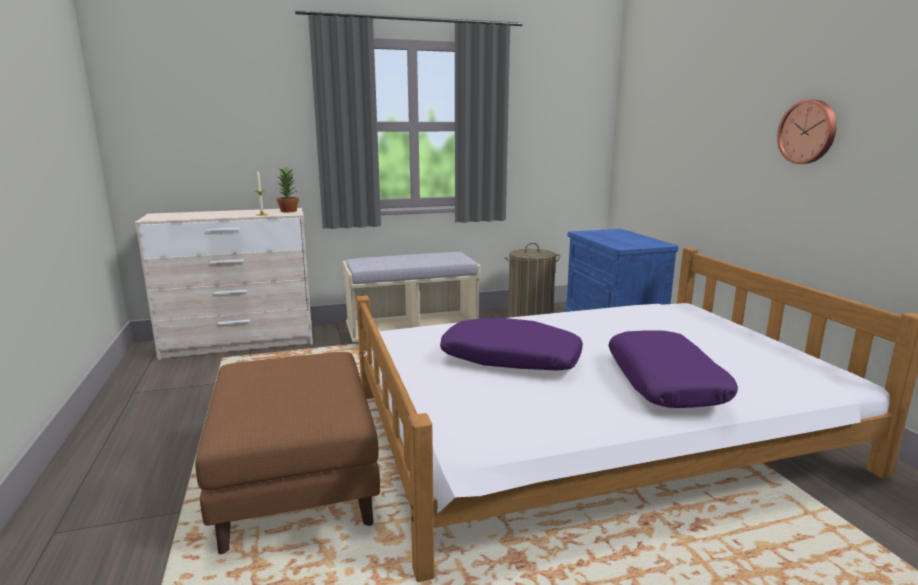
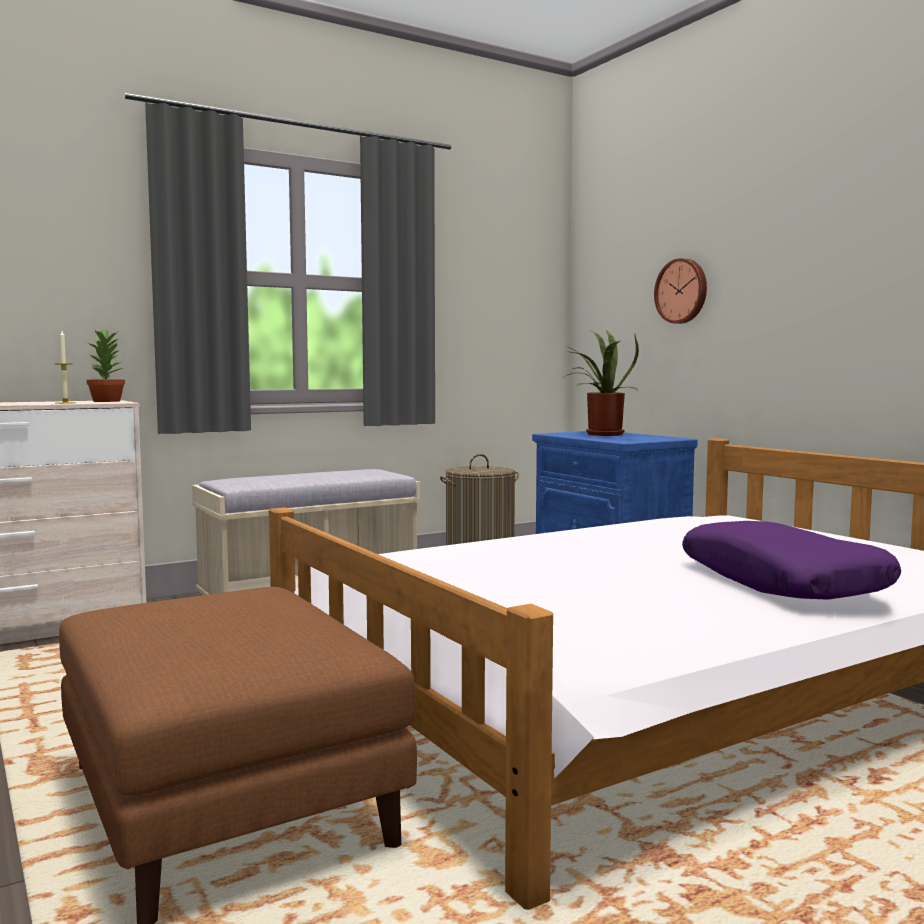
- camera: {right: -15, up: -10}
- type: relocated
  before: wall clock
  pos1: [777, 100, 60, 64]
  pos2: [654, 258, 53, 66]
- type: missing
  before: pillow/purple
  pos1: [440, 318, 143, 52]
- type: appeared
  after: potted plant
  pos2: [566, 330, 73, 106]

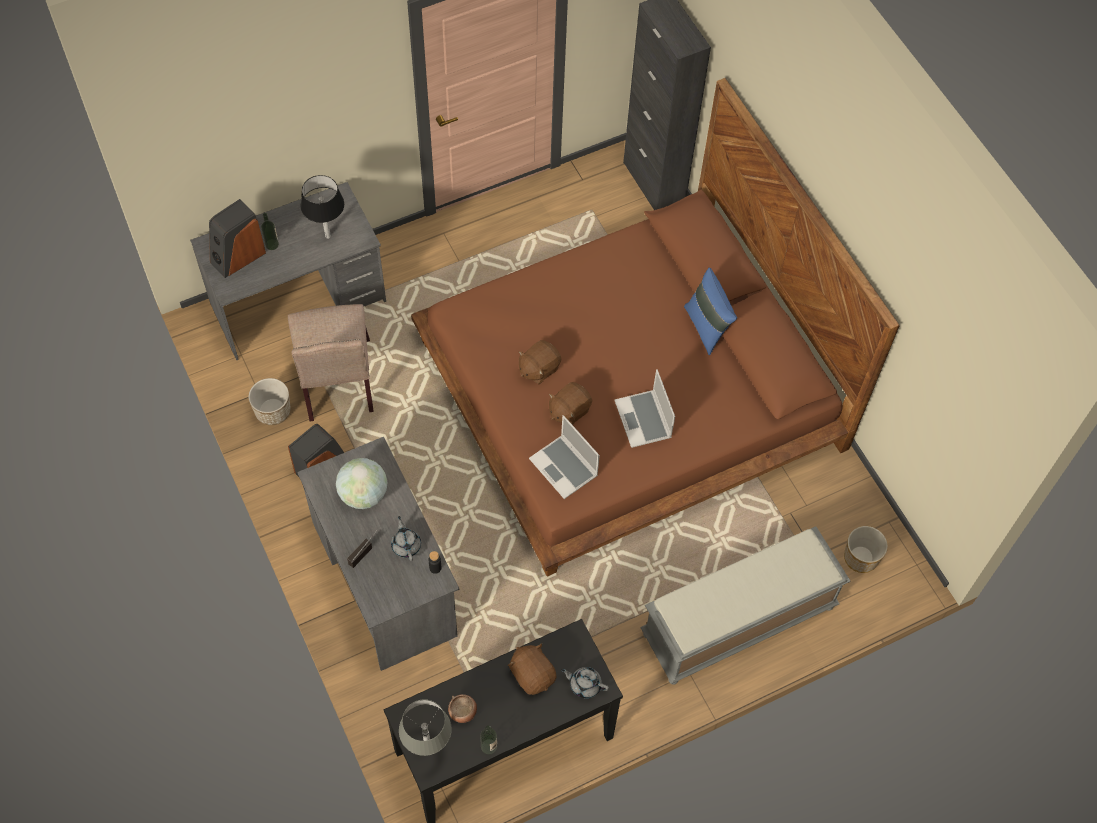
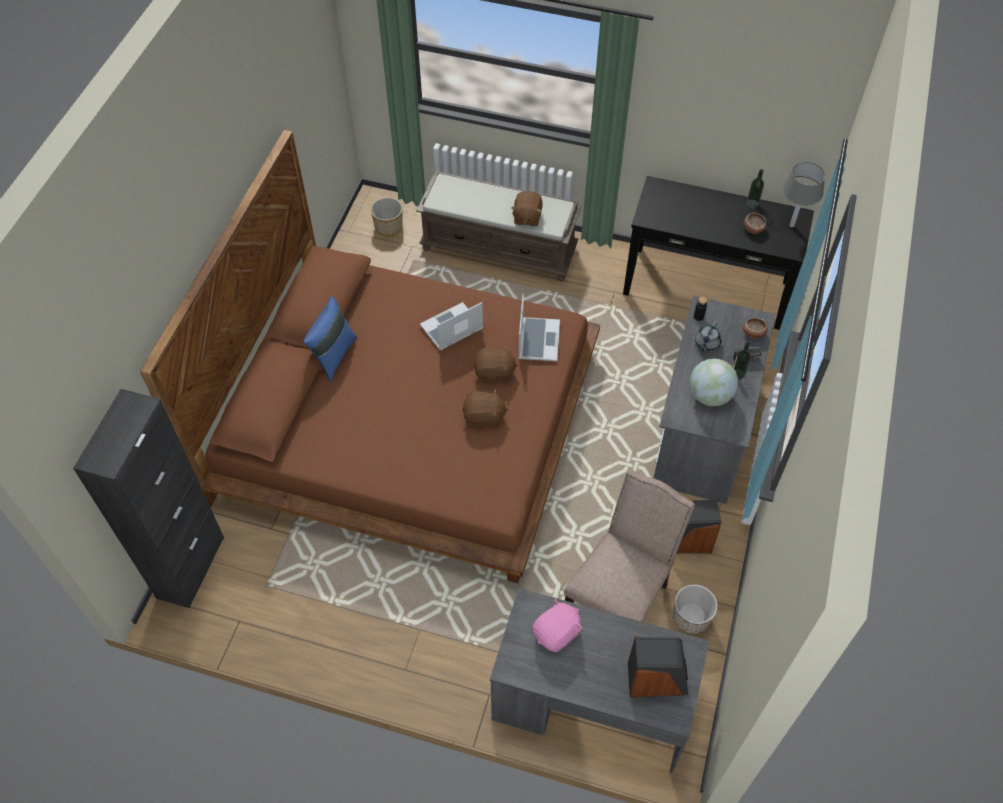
- camera: {right: -135, up: -5}
- type: exchanged
  before: table lamp/black
  after: plush toy/pink
  pos1: [300, 175, 44, 64]
  pos2: [532, 598, 50, 54]
- type: relocated
  before: bottle
  pos1: [261, 213, 18, 37]
  pos2: [733, 342, 18, 38]
- type: spun
  before: laptop
  pos1: [614, 369, 61, 79]
  pos2: [420, 302, 63, 48]
  turn: -150
- type: colour
  before: bench/grey
  after: bench/brown
  pos1: [640, 526, 211, 159]
  pos2: [416, 171, 165, 110]
- type: relocated
  before: plush toy/brown
  pos1: [508, 643, 49, 52]
  pos2: [511, 191, 32, 36]
- type: missing
  before: teapot/grey
  pos1: [561, 667, 48, 31]
- type: appeared
  after: bowl
  pos2: [743, 318, 24, 21]

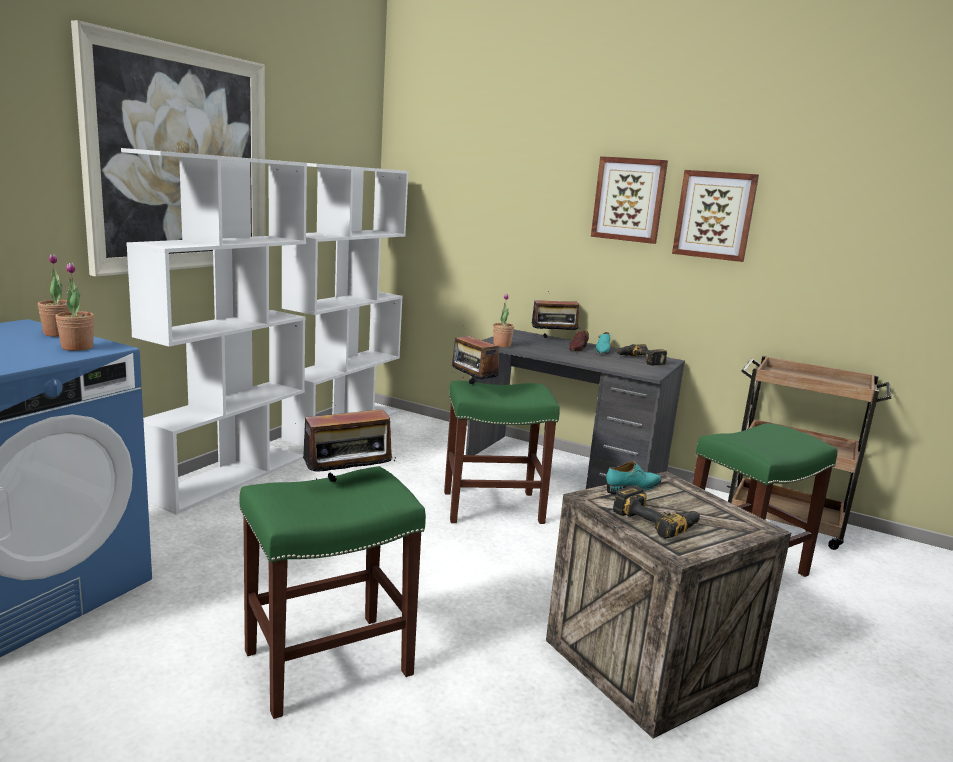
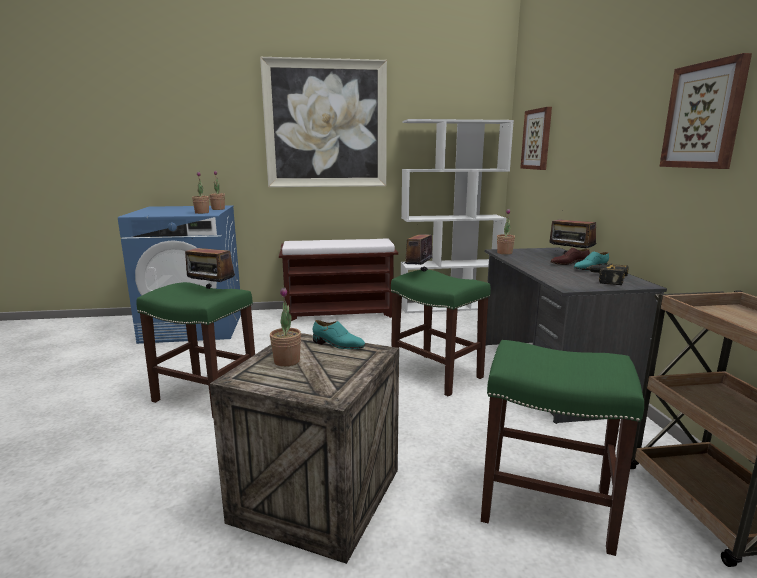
- camera: {right: 55, up: 0}
- type: exchanged
  before: bookcase/white
  after: bench/brown
  pos1: [121, 148, 186, 367]
  pos2: [279, 238, 119, 83]
- type: relocated
  before: picture
  pos1: [591, 156, 77, 88]
  pos2: [520, 107, 32, 63]
- type: exchanged
  before: power drill
  after: potted plant
  pos1: [613, 485, 87, 54]
  pos2: [270, 287, 31, 80]

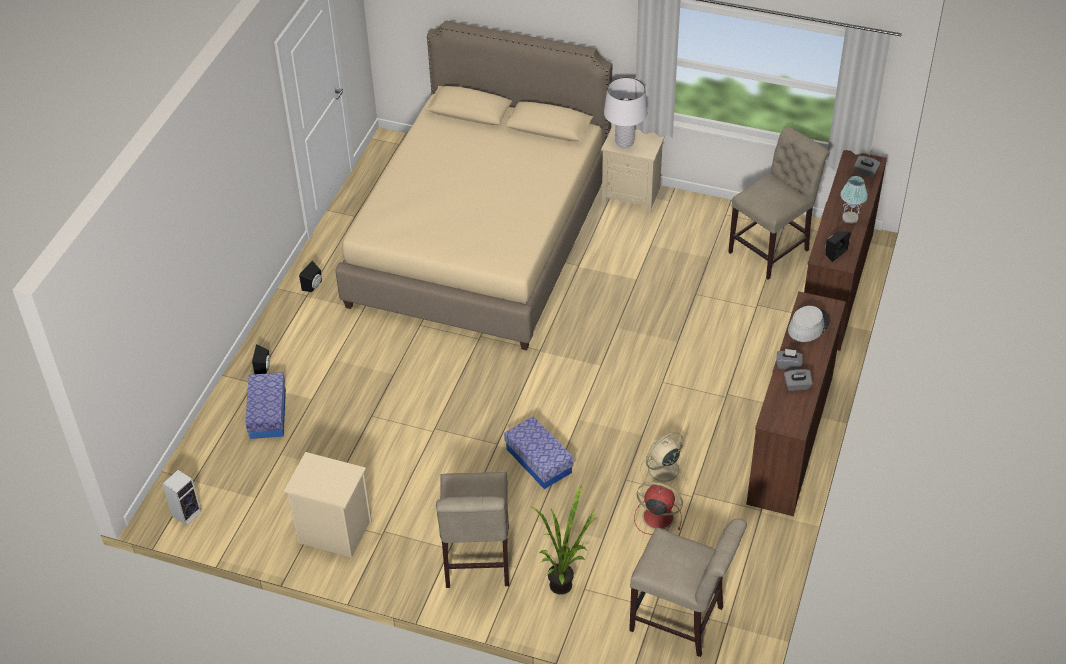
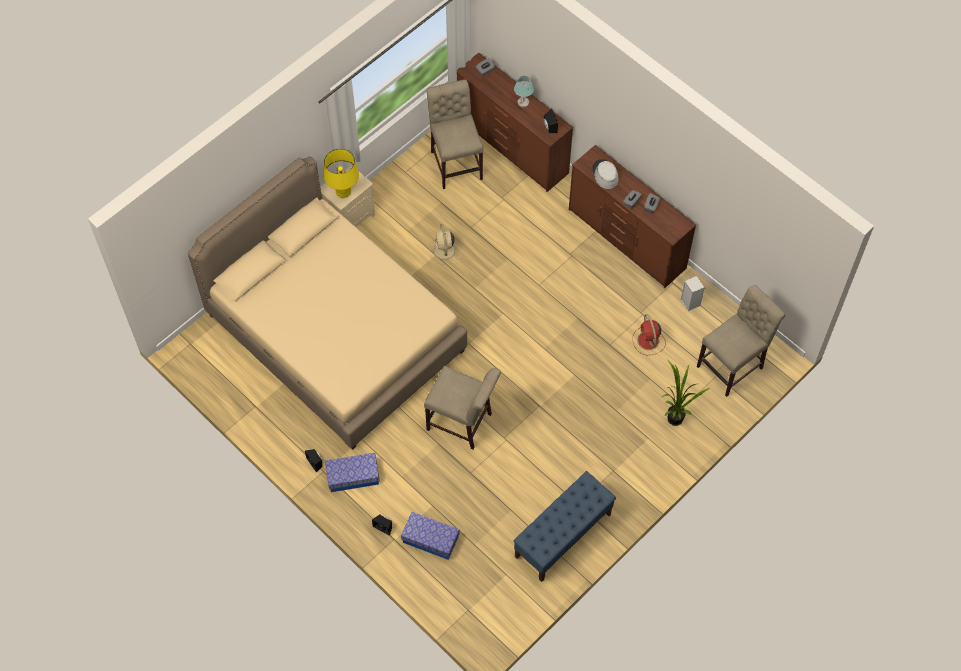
- camera: {right: -65, up: 15}
- type: colour
  before: table lamp/white
  after: table lamp/yellow
  pos1: [604, 77, 43, 71]
  pos2: [324, 149, 35, 49]
- type: relocated
  before: storage box
  pos1: [504, 416, 70, 73]
  pos2: [325, 453, 55, 39]
- type: relocated
  before: fan/beige
  pos1: [640, 432, 48, 55]
  pos2: [429, 224, 32, 40]
- type: exchanged
  before: nightstand/beige
  after: bench/blue
  pos1: [284, 452, 88, 106]
  pos2: [513, 471, 103, 111]
- type: relocated
  before: speaker
  pos1: [162, 470, 40, 56]
  pos2: [681, 276, 24, 35]
- type: relocated
  before: chair/beige
  pos1: [436, 472, 73, 116]
  pos2: [424, 365, 77, 85]
- type: spun
  before: fan/red
  pos1: [634, 482, 49, 53]
  pos2: [633, 314, 32, 41]
  turn: -60

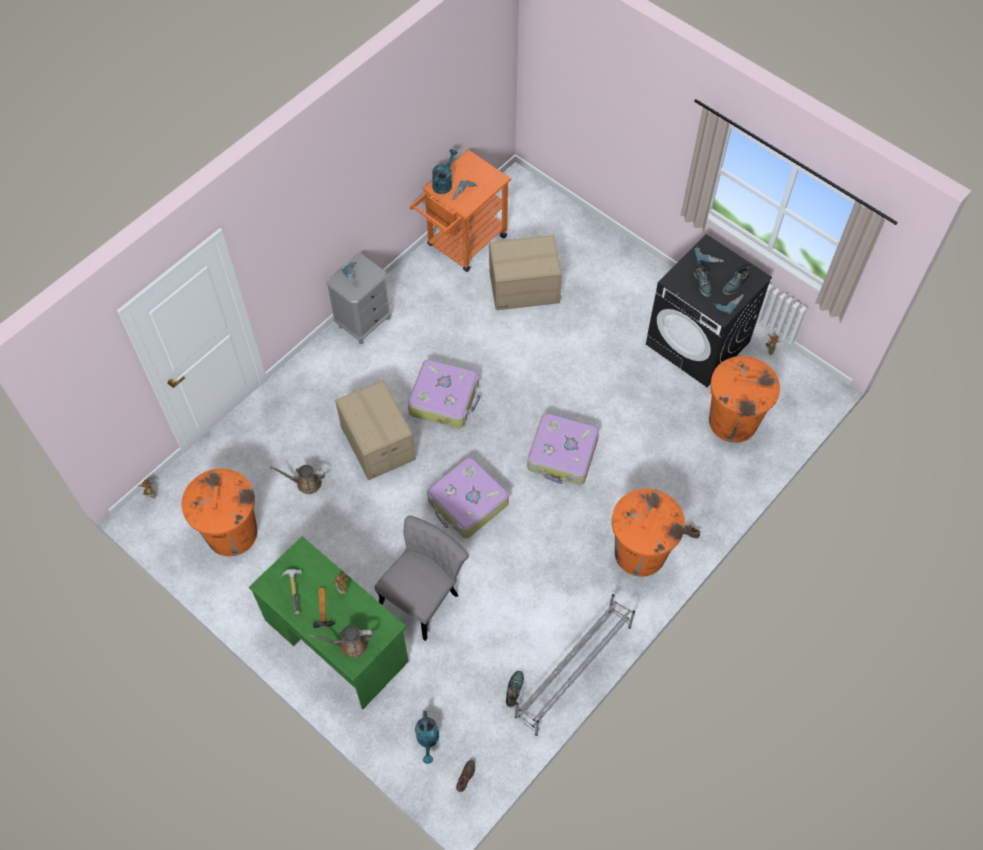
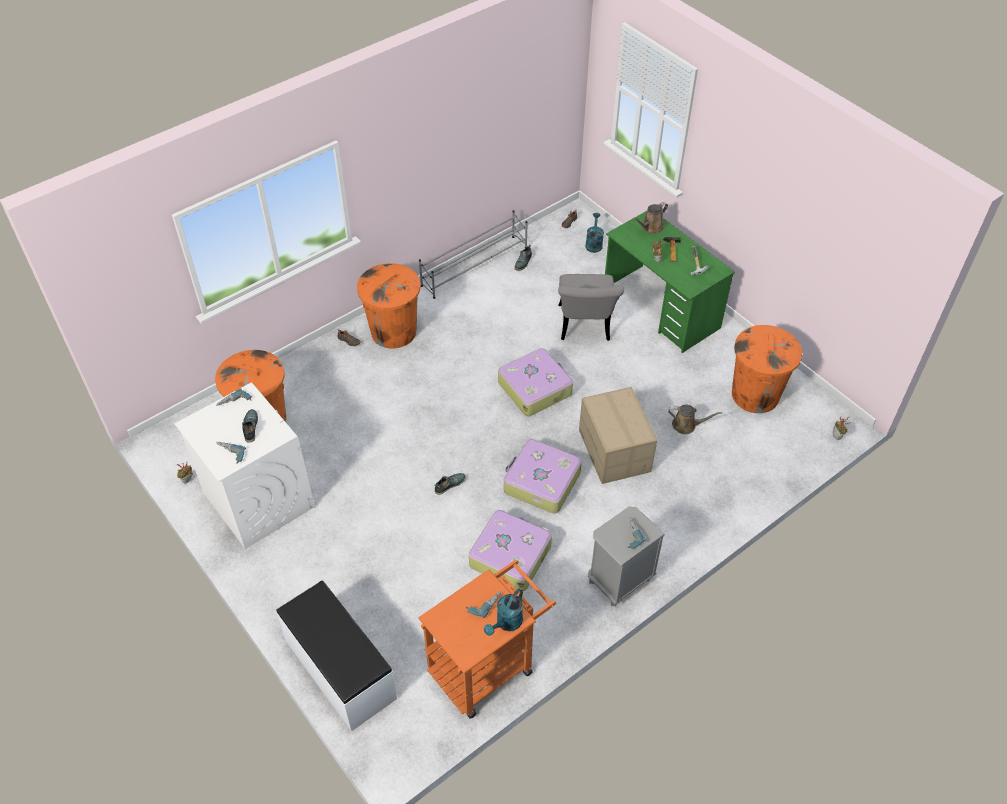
- camera: {right: -170, up: -10}
- type: colour
  before: washing machine/black
  after: washing machine/white
  pos1: [646, 234, 126, 153]
  pos2: [175, 382, 140, 167]
- type: missing
  before: cardboard box
  pos1: [489, 235, 73, 75]
- type: relocated
  before: shoe
  pos1: [723, 266, 27, 29]
  pos2: [434, 473, 32, 22]
- type: relocated
  before: suitcase
  pos1: [527, 413, 72, 72]
  pos2: [469, 509, 83, 82]
- type: spun
  before: chair/grey
  pos1: [375, 516, 94, 125]
  pos2: [558, 274, 66, 67]
  turn: -45
- type: spun
  before: watering can/brown
  pos1: [309, 625, 64, 33]
  pos2: [633, 202, 35, 32]
  turn: 135
- type: appeared
  after: bench/white
  pos2: [276, 581, 121, 150]

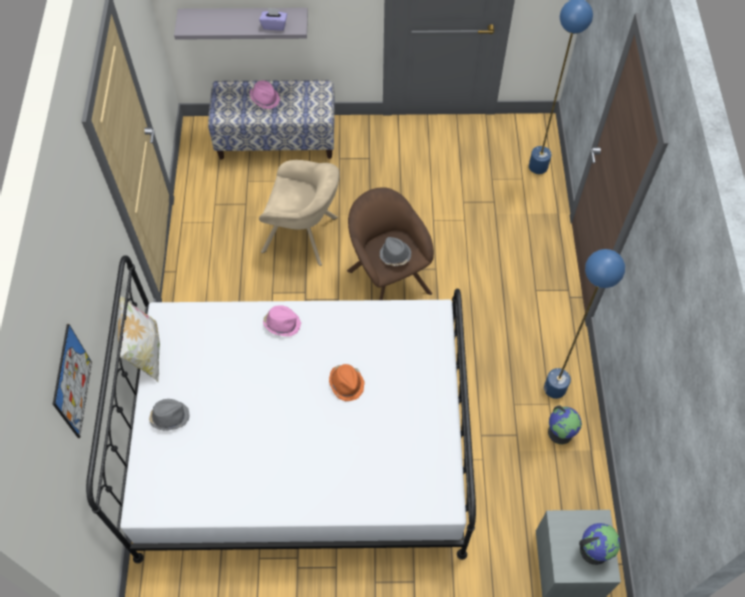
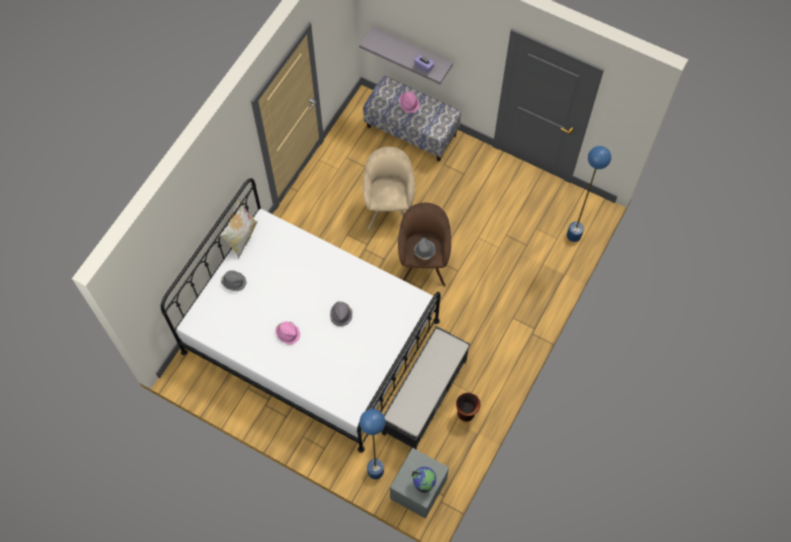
- camera: {right: 30, up: 5}
- type: spun
  before: armchair/beige
  pos1: [259, 160, 80, 106]
  pos2: [363, 147, 52, 83]
  turn: -135
- type: relocated
  before: floor lamp/blue
  pos1: [544, 249, 81, 150]
  pos2: [359, 409, 26, 70]
- type: relocated
  before: hat/pink
  pos1: [263, 305, 38, 32]
  pos2: [275, 321, 25, 24]
- type: missing
  before: picture
  pos1: [53, 324, 39, 114]
- type: colour
  before: hat/orange
  after: hat/grey
  pos1: [329, 364, 36, 37]
  pos2: [330, 302, 23, 25]
- type: exchanged
  before: globe
  after: vase
  pos1: [548, 405, 34, 40]
  pos2: [456, 393, 25, 29]
- type: appeared
  after: bench/black
  pos2: [382, 326, 88, 123]

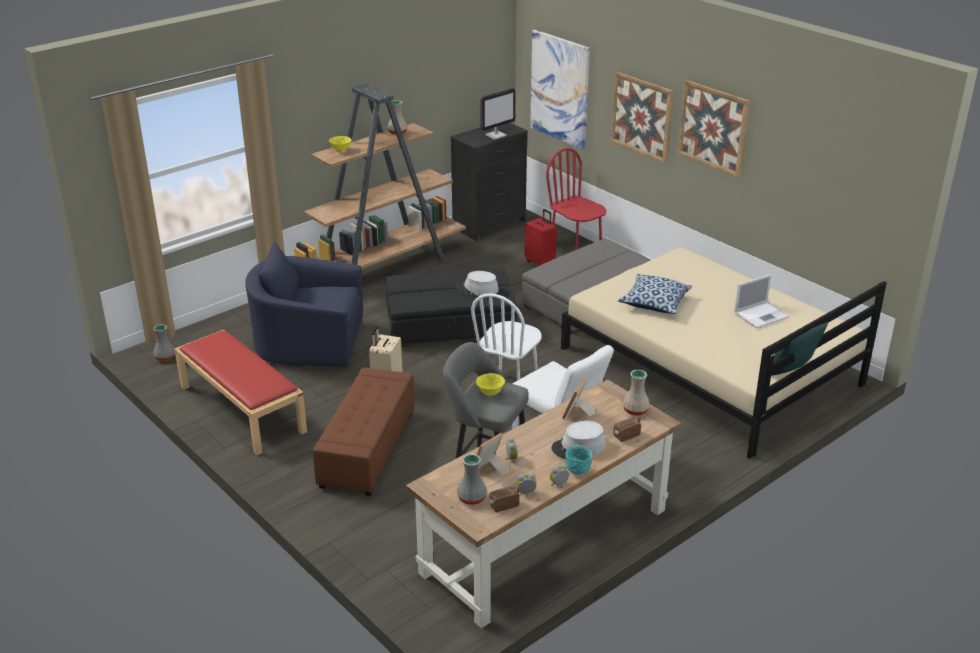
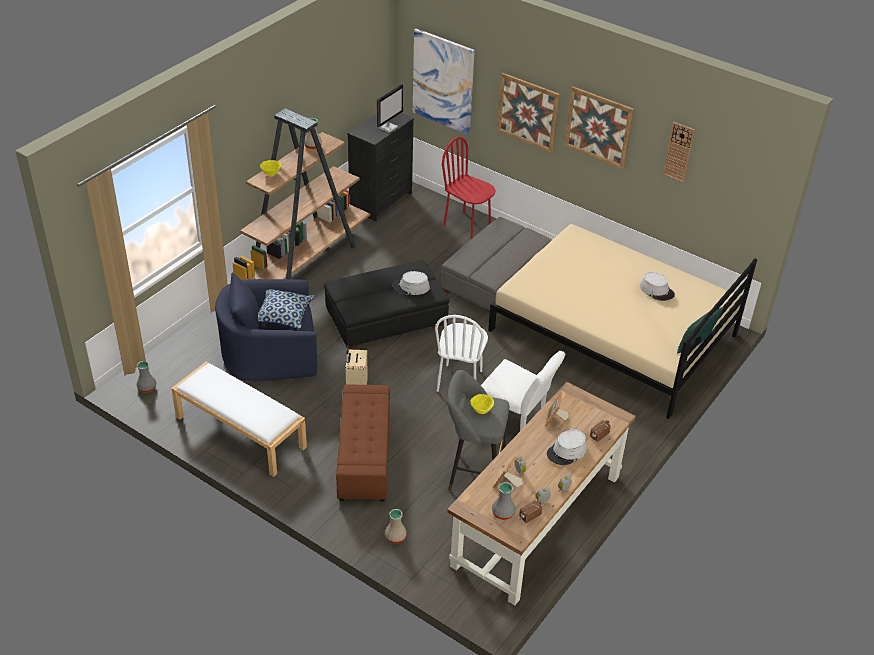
- camera: {right: -15, up: 10}
- type: missing
  before: suitcase/red
  pos1: [524, 209, 33, 56]
- type: relocated
  before: pillow
  pos1: [618, 274, 74, 40]
  pos2: [258, 289, 57, 40]
- type: exchanged
  before: laptop
  after: hat/grey
  pos1: [734, 274, 55, 54]
  pos2: [640, 272, 35, 29]
- type: colour
  before: bench/red
  after: bench/white
  pos1: [174, 330, 133, 125]
  pos2: [171, 361, 136, 116]
- type: relocated
  before: vase/beige
  pos1: [623, 370, 27, 46]
  pos2: [385, 509, 22, 35]
- type: missing
  before: bowl/turquoise
  pos1: [566, 445, 26, 30]
- type: appeared
  after: wall clock
  pos2: [663, 122, 32, 61]

